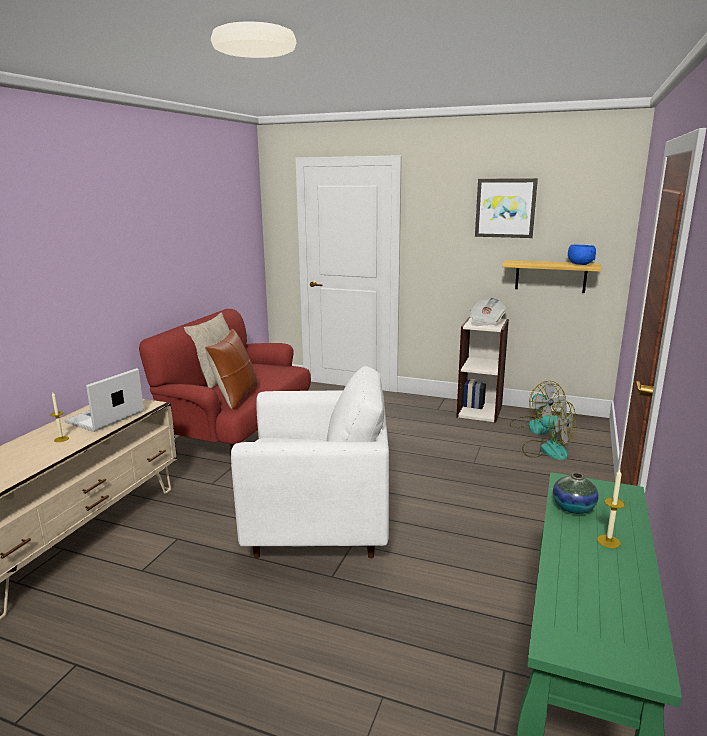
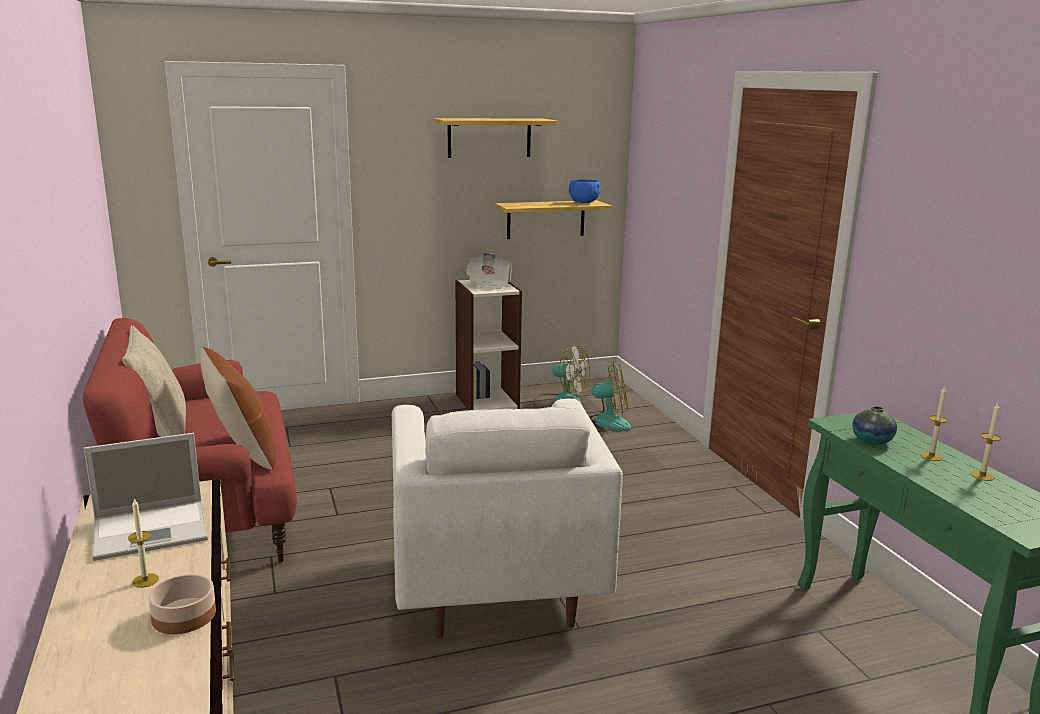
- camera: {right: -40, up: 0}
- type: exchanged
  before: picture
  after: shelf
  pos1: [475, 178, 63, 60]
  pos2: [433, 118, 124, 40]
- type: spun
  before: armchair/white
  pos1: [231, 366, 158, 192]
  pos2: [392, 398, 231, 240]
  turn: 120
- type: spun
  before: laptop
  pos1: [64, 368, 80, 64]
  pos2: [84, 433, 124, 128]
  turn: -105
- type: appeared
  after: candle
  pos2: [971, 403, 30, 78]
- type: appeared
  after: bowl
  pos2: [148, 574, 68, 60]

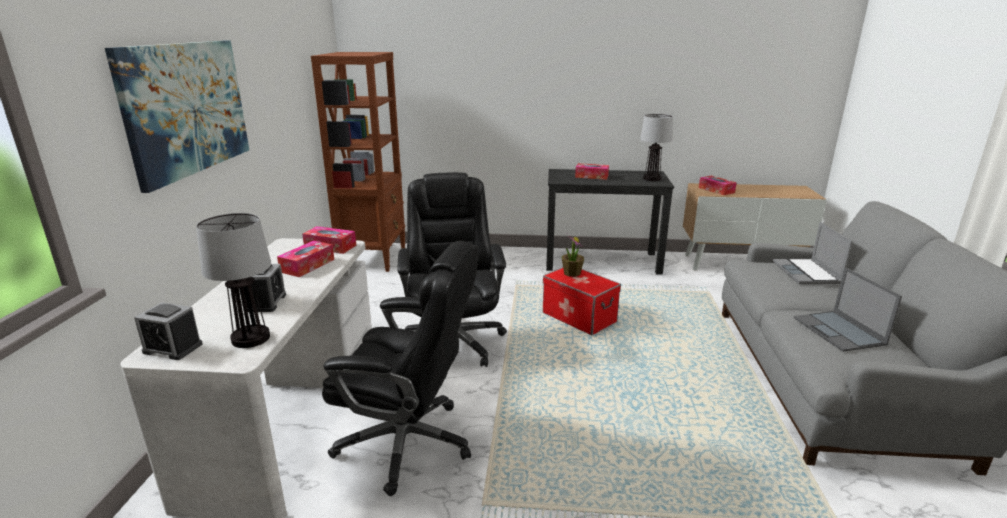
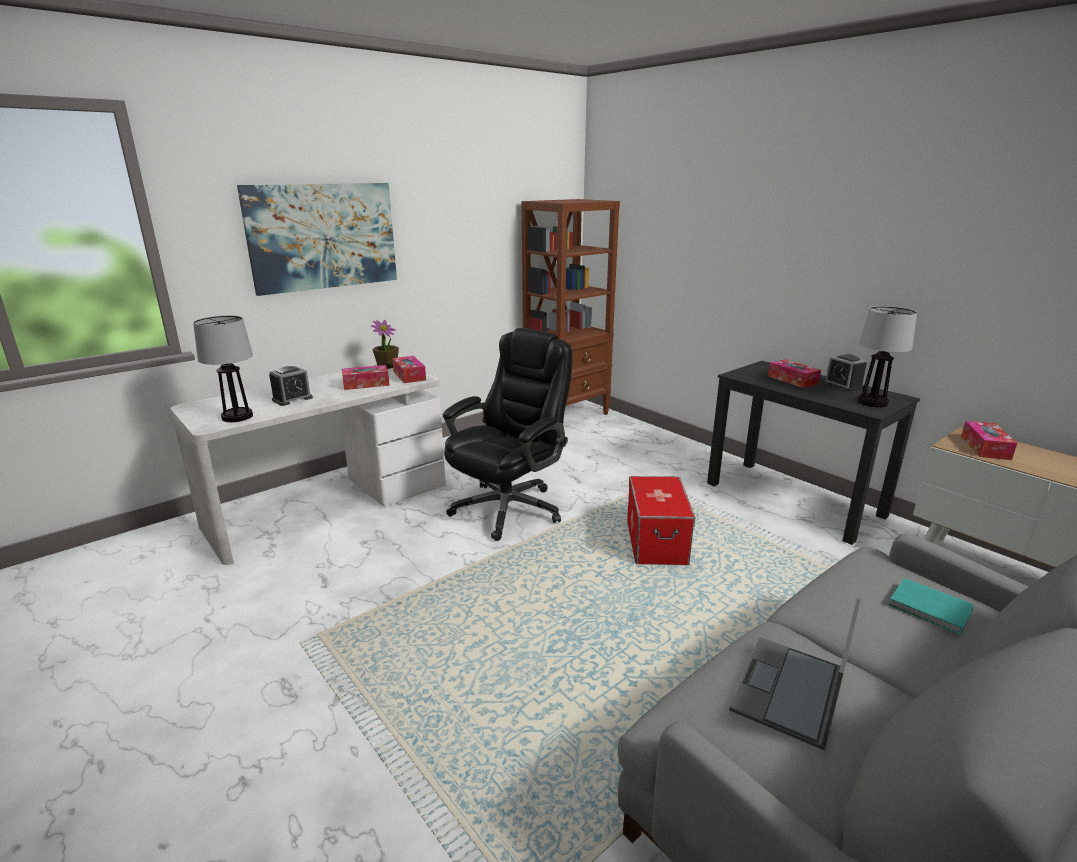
- camera: {right: 45, up: 0}
- type: exchanged
  before: laptop
  after: book/turquoise
  pos1: [773, 222, 79, 62]
  pos2: [888, 578, 86, 57]
- type: relocated
  before: potted plant
  pos1: [562, 234, 22, 43]
  pos2: [371, 320, 28, 49]
- type: missing
  before: office chair/black
  pos1: [322, 241, 156, 255]
- type: relocated
  before: alarm clock
  pos1: [134, 302, 69, 58]
  pos2: [823, 354, 44, 38]

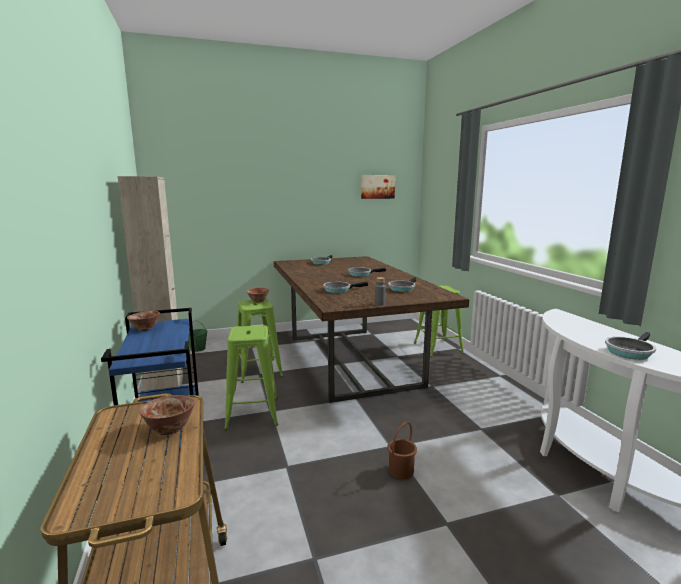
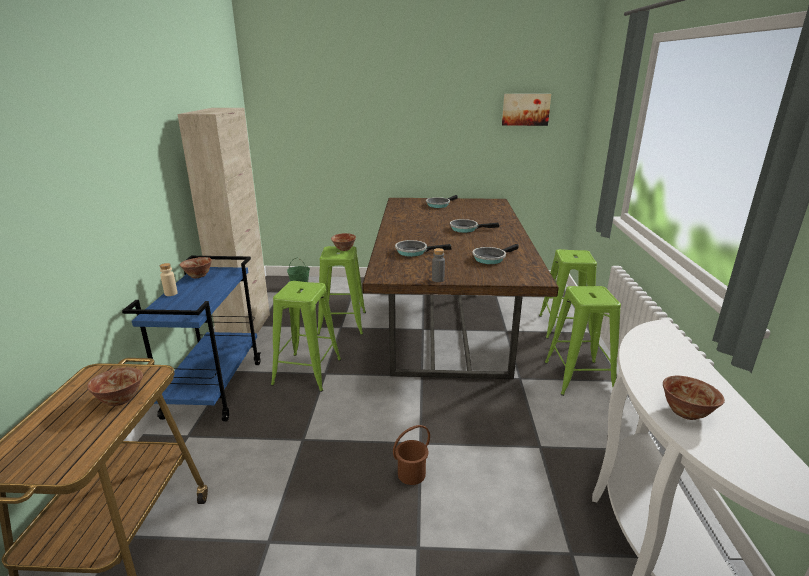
- camera: {right: 20, up: 10}
- type: exchanged
  before: frying pan
  after: bowl
  pos1: [605, 332, 51, 28]
  pos2: [663, 376, 62, 44]
- type: appeared
  after: bottle/beige
  pos2: [160, 263, 18, 33]
- type: appeared
  after: stool/green
  pos2: [545, 286, 76, 110]

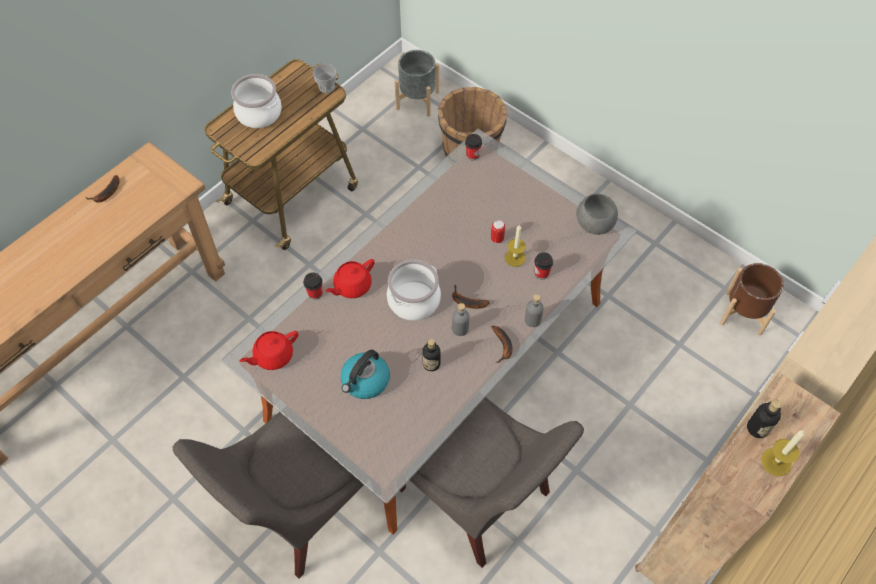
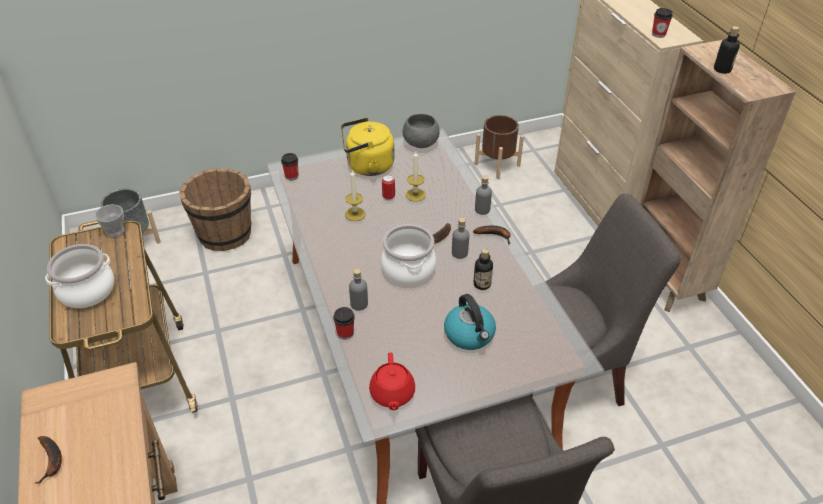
- camera: {right: -60, up: -15}
- type: relocated
  before: cup
  pos1: [534, 252, 19, 28]
  pos2: [652, 8, 21, 30]
- type: exchanged
  before: teapot/red
  after: bottle/grey
  pos1: [325, 259, 50, 39]
  pos2: [349, 268, 19, 43]
- type: relocated
  before: candle
  pos1: [761, 430, 44, 46]
  pos2: [345, 170, 21, 51]
- type: appeared
  after: kettle/yellow
  pos2: [341, 117, 54, 59]

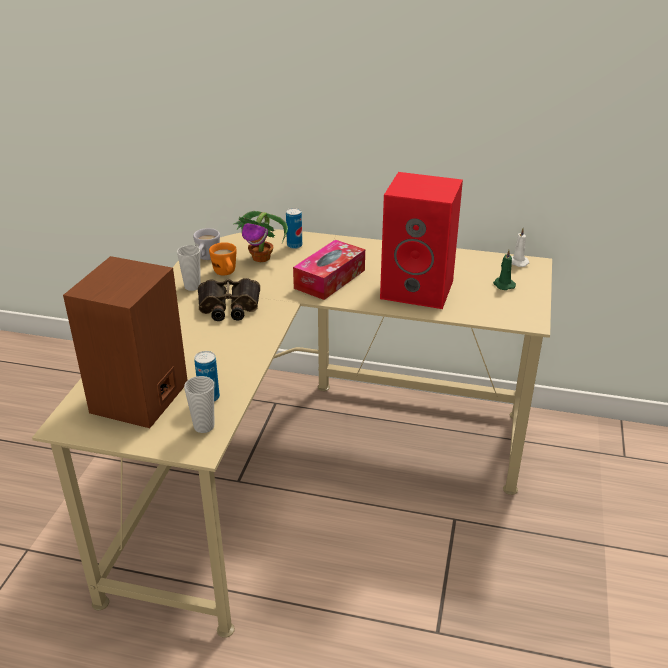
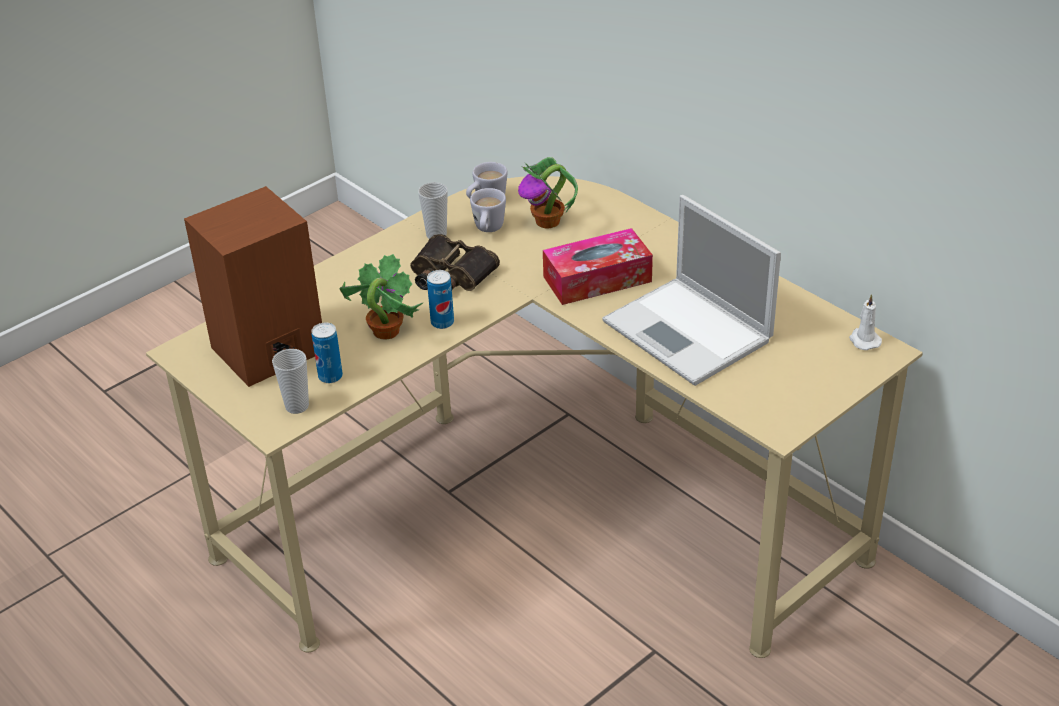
- camera: {right: 35, up: 5}
- type: exchanged
  before: speaker/red
  after: laptop
  pos1: [380, 172, 83, 137]
  pos2: [602, 195, 179, 191]
- type: relocated
  before: can
  pos1: [286, 208, 16, 41]
  pos2: [427, 270, 27, 59]
- type: colour
  before: mug/orange
  after: mug/white
  pos1: [209, 242, 28, 33]
  pos2: [470, 188, 36, 44]
- type: missing
  before: candle/green
  pos1: [493, 250, 23, 40]
- type: appeared
  after: potted plant
  pos2: [339, 254, 85, 85]

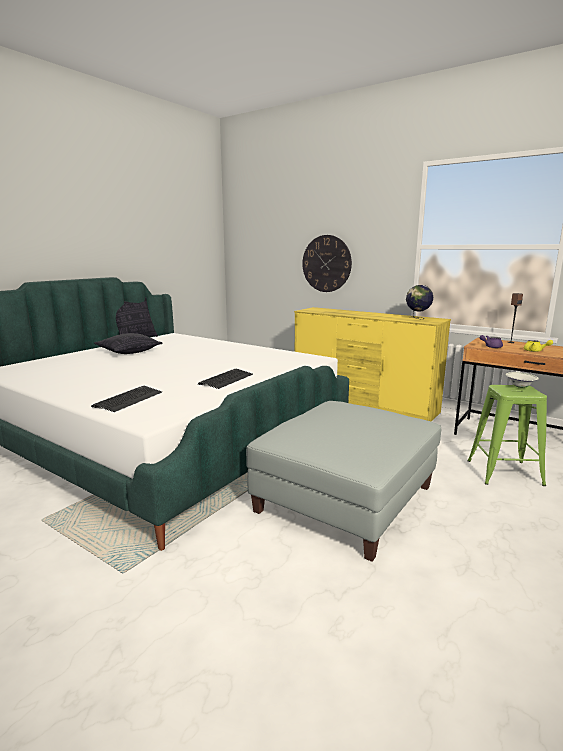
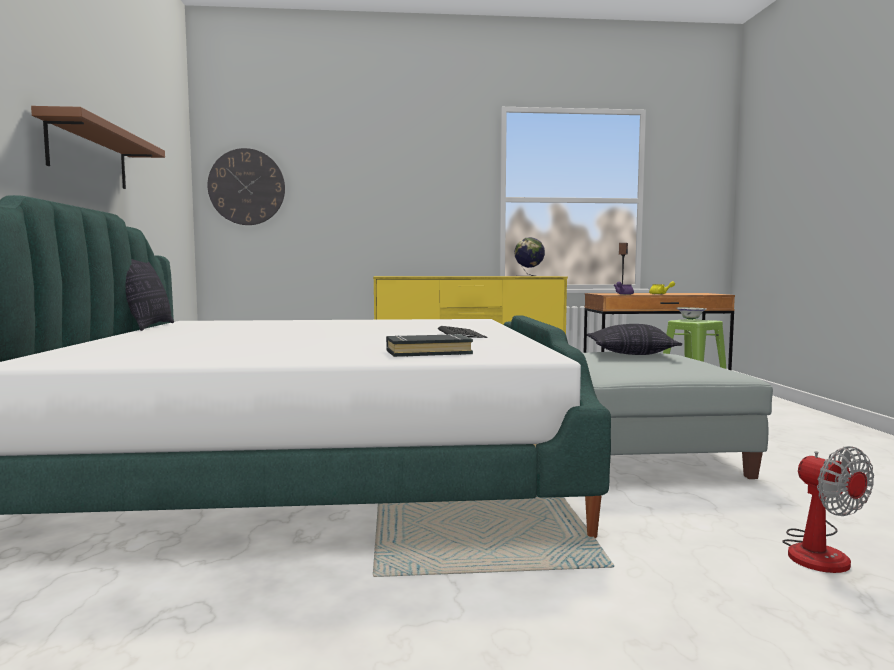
- camera: {right: -40, up: -10}
- type: relocated
  before: wall clock
  pos1: [302, 235, 50, 57]
  pos2: [207, 148, 78, 77]
- type: relocated
  before: pillow
  pos1: [94, 333, 69, 21]
  pos2: [587, 324, 95, 31]
- type: exchanged
  before: keyboard
  after: book/black
  pos1: [91, 386, 71, 26]
  pos2: [386, 334, 87, 23]
- type: appeared
  after: shelf/brown
  pos2: [31, 106, 134, 83]
- type: appeared
  after: fan
  pos2: [782, 446, 92, 127]

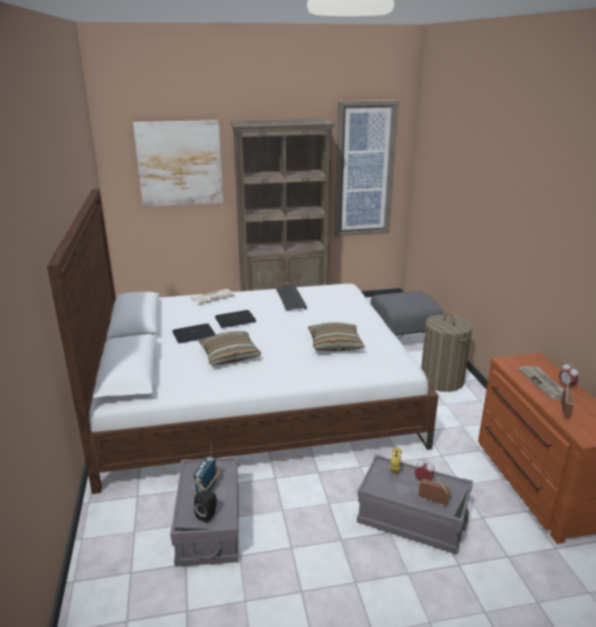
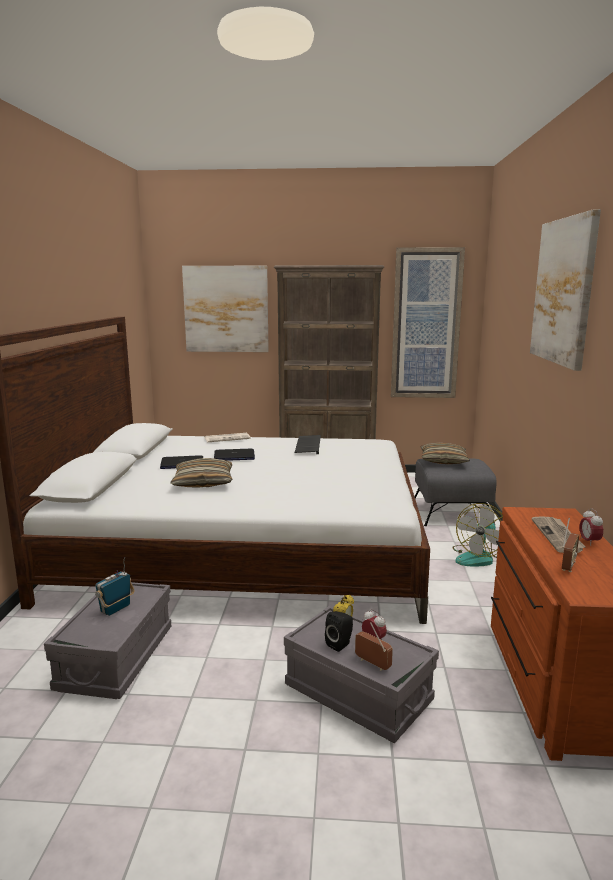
- camera: {right: 15, up: -10}
- type: exchanged
  before: laundry basket
  after: fan
  pos1: [421, 314, 52, 78]
  pos2: [452, 503, 51, 64]
- type: relocated
  before: pillow
  pos1: [308, 322, 57, 29]
  pos2: [421, 443, 49, 21]
- type: relocated
  before: speaker/black
  pos1: [194, 490, 23, 33]
  pos2: [325, 611, 28, 41]
- type: appeared
  after: picture
  pos2: [530, 209, 71, 162]

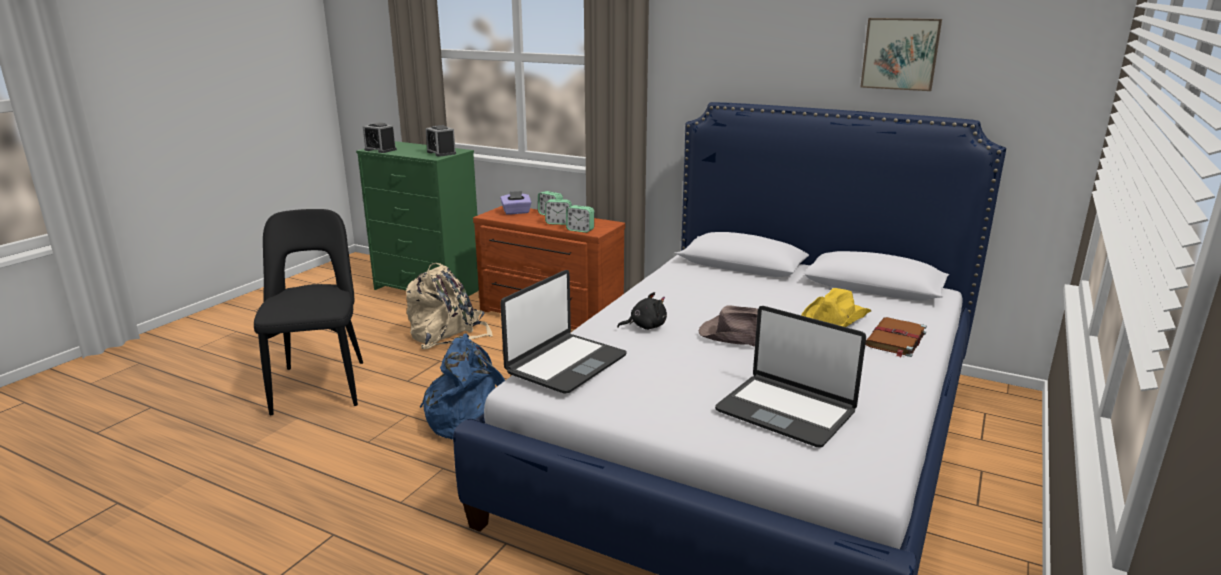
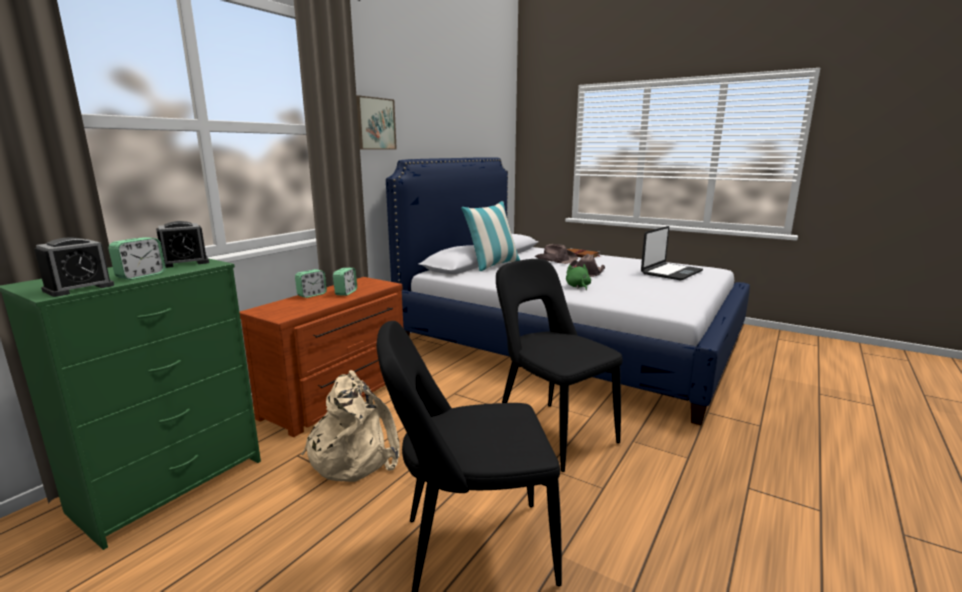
- camera: {right: -85, up: -5}
- type: relocated
  before: picture
  pos1: [860, 18, 82, 73]
  pos2: [356, 95, 41, 54]
- type: missing
  before: tissue box/purple
  pos1: [500, 191, 32, 24]
- type: relocated
  before: alarm clock
  pos1: [566, 205, 28, 28]
  pos2: [108, 237, 58, 43]
- type: missing
  before: laptop
  pos1: [500, 270, 127, 123]
- type: colour
  before: hat/yellow
  after: hat/brown
  pos1: [801, 288, 70, 39]
  pos2: [534, 244, 44, 20]
- type: colour
  before: plush toy/black
  after: plush toy/green
  pos1: [617, 292, 50, 38]
  pos2: [566, 264, 25, 26]
- type: exchanged
  before: backpack/blue
  after: chair/black
  pos1: [420, 333, 85, 107]
  pos2: [496, 259, 127, 213]
- type: appeared
  after: pillow
  pos2: [461, 201, 59, 70]

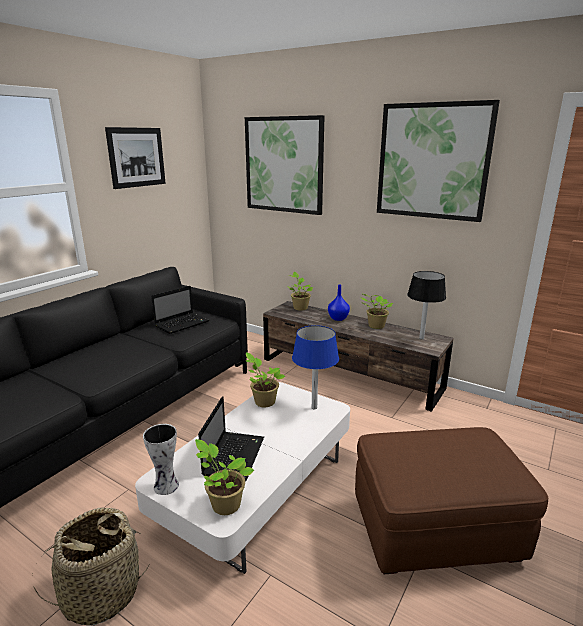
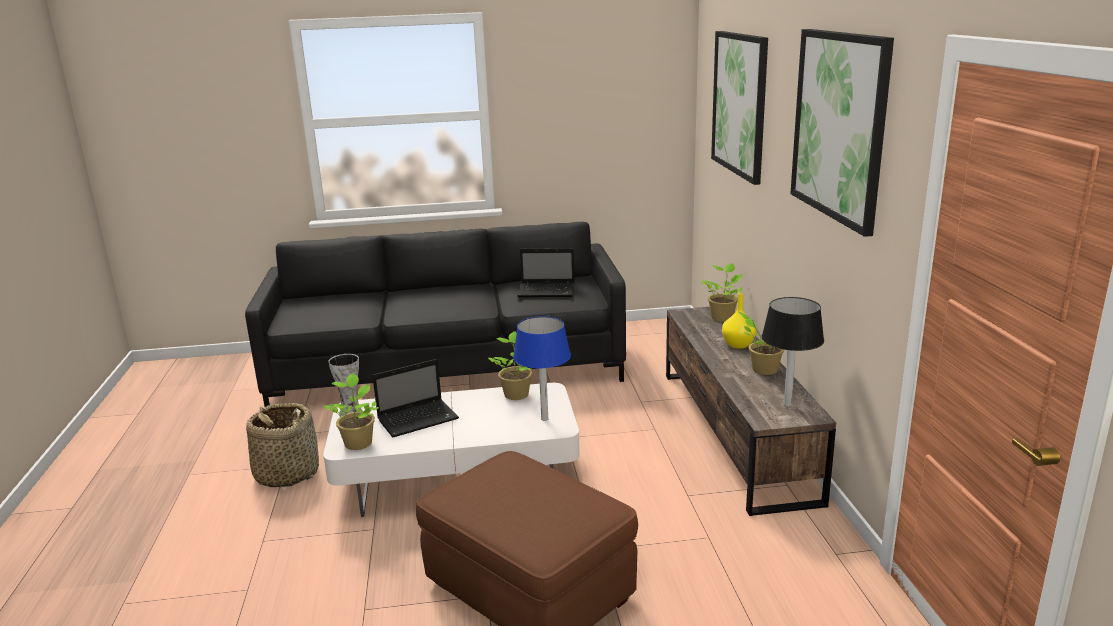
- camera: {right: 50, up: 0}
- type: missing
  before: picture
  pos1: [105, 127, 61, 62]
- type: colour
  before: vase/blue
  after: vase/yellow
  pos1: [328, 285, 22, 36]
  pos2: [722, 293, 34, 56]

